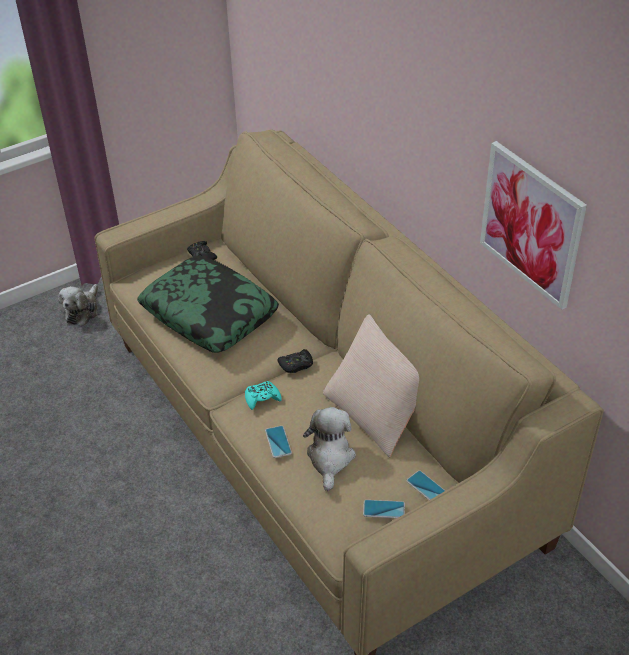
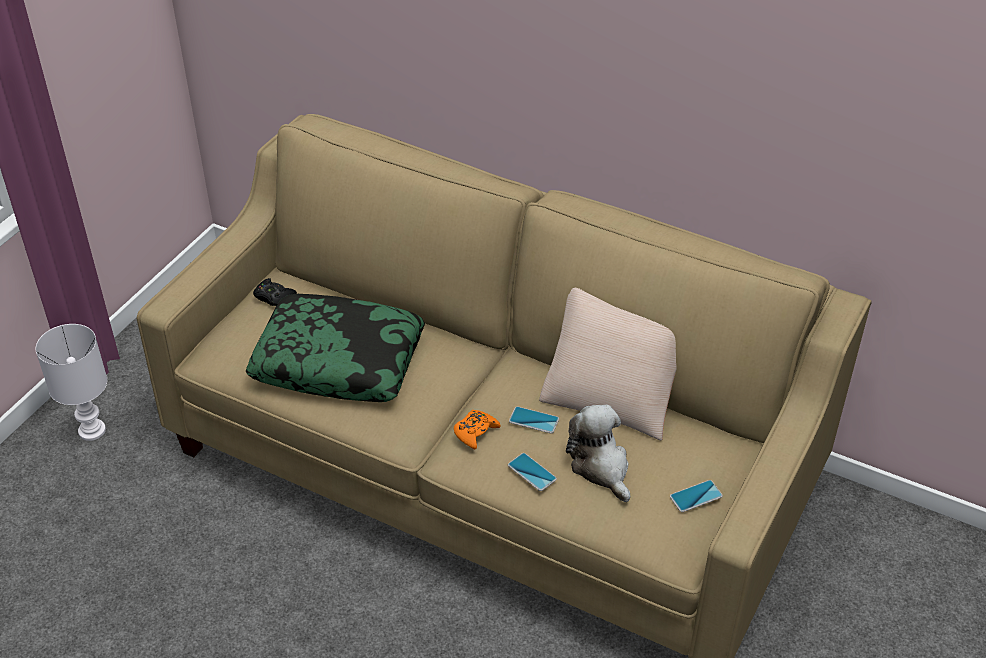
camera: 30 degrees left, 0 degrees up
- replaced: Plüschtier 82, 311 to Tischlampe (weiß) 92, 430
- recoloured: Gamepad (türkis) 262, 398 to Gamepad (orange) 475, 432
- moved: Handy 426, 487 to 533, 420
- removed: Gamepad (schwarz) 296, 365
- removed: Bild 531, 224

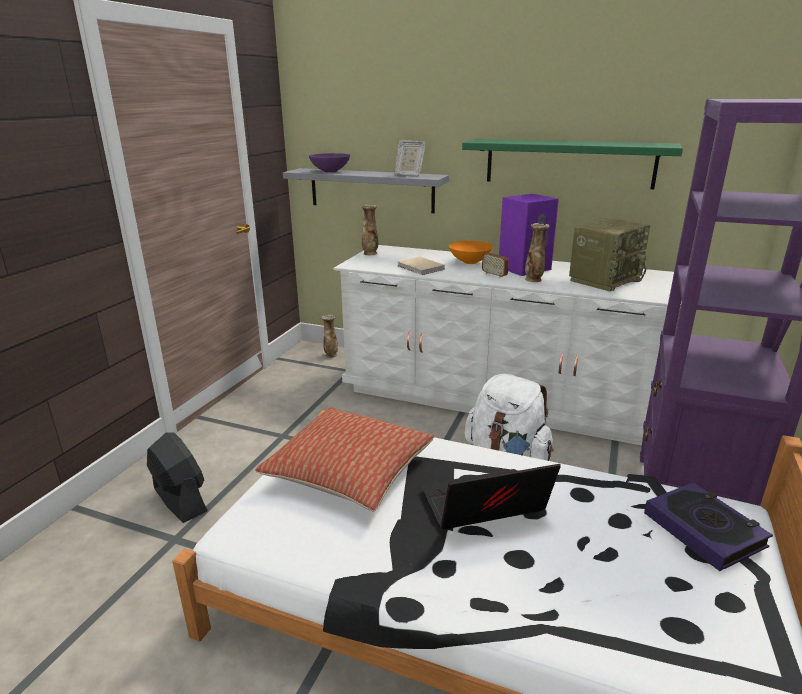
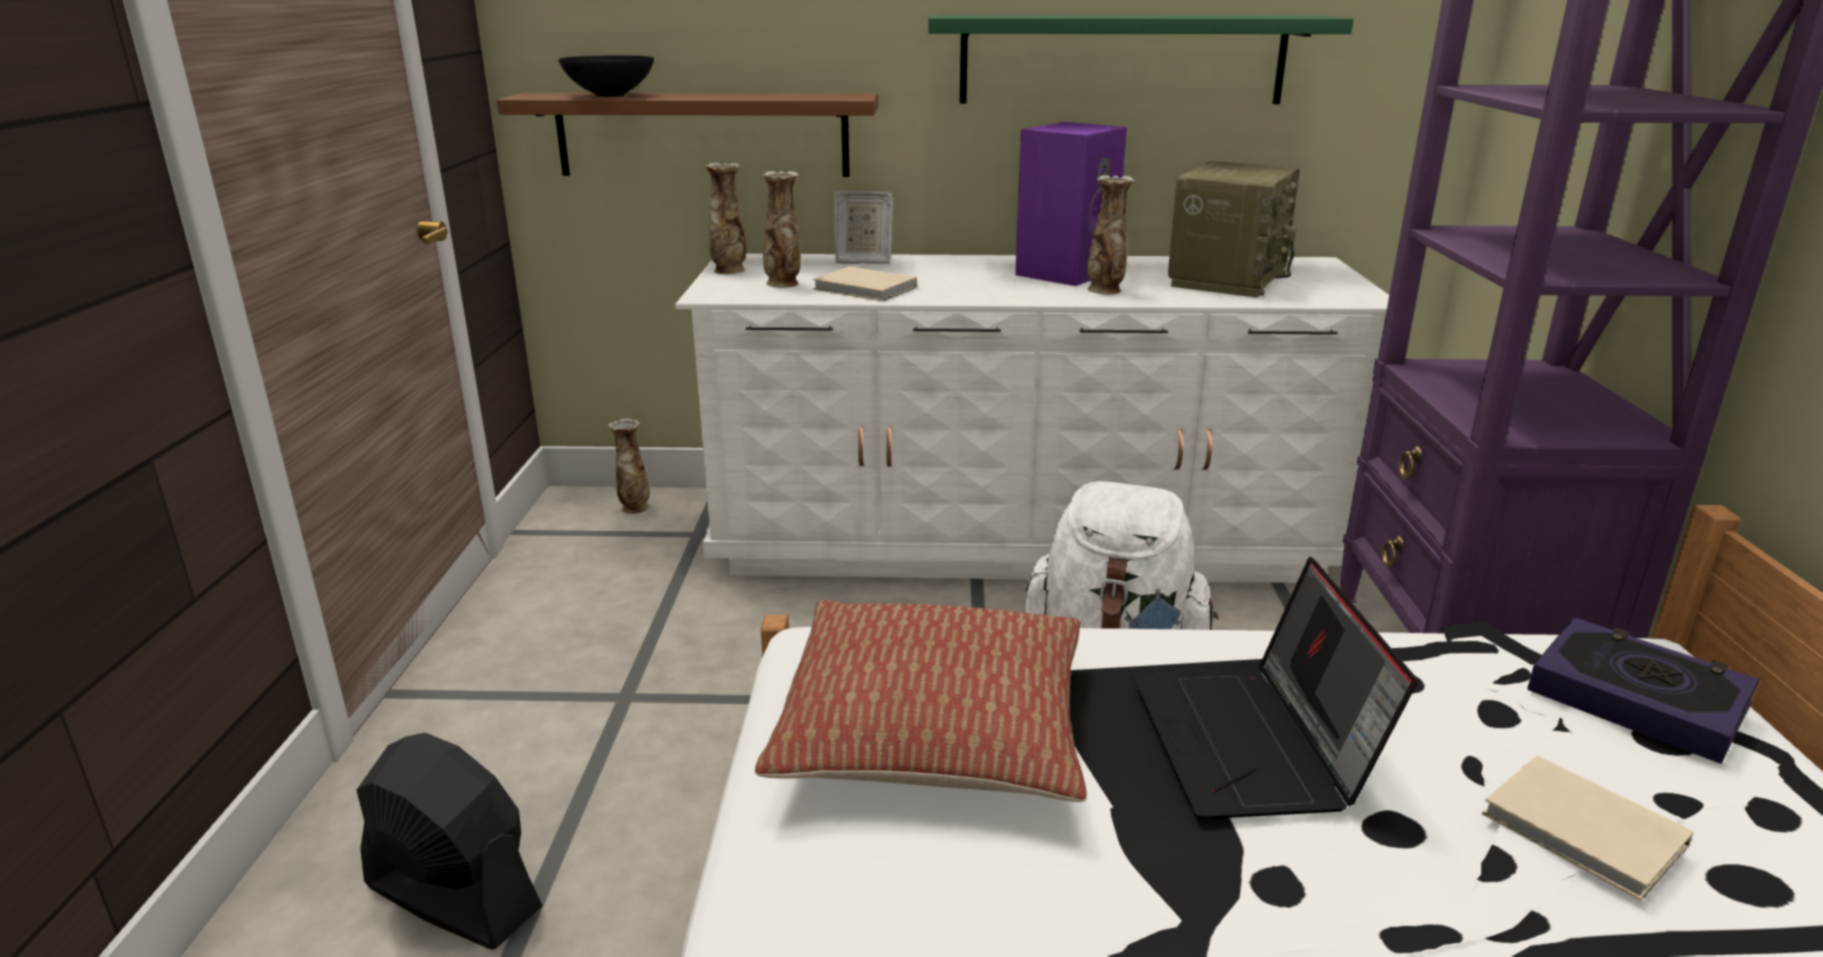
camera: 20 degrees left, 0 degrees up
- recoloured: Wandregal (grau) 371, 190 to Wandregal (braun) 703, 135
- recoloured: Schüssel (lila) 329, 171 to Schüssel (schwarz) 609, 95
- added: Vase 783, 284
- moved: Bilderrahmen 409, 175 to 863, 261
- turned: Laptop 483, 507 = 1253, 744 60 degrees counterclockwise
- added: Buch (beige) 1586, 834
- removed: Schüssel (orange) 469, 262
- removed: Radio 494, 275

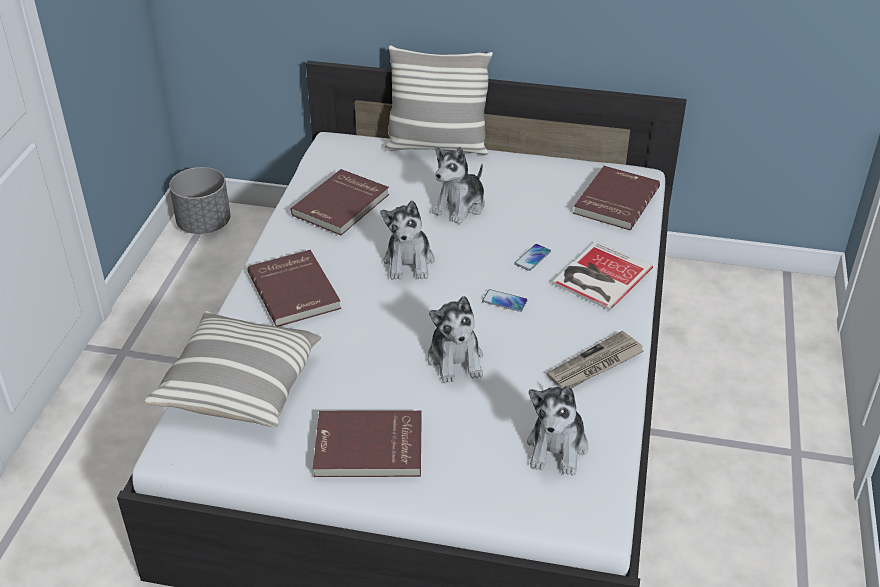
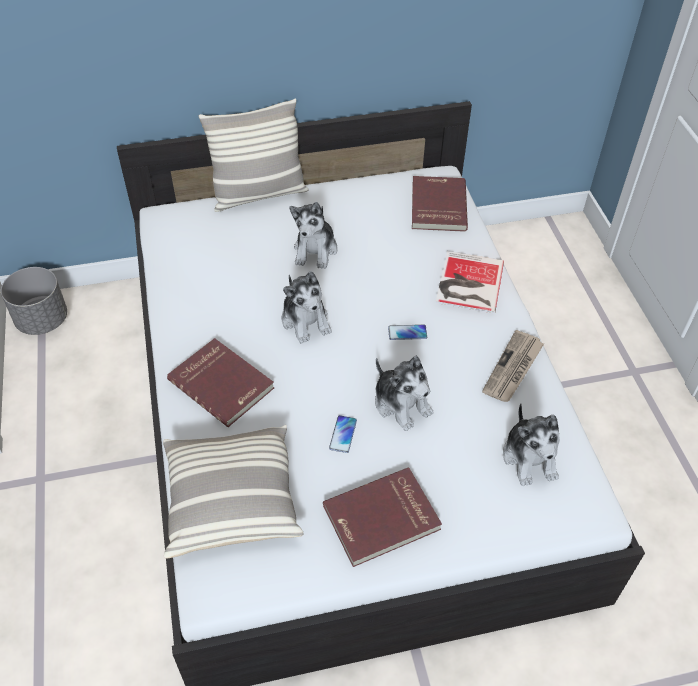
camera: 25 degrees left, 10 degrees up
- moved: Handy 532, 258 to 343, 434
- removed: Buch (rot) 342, 205

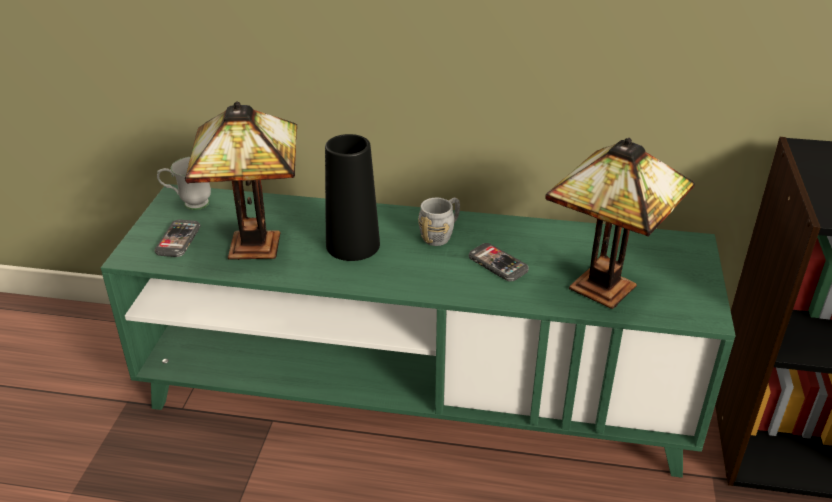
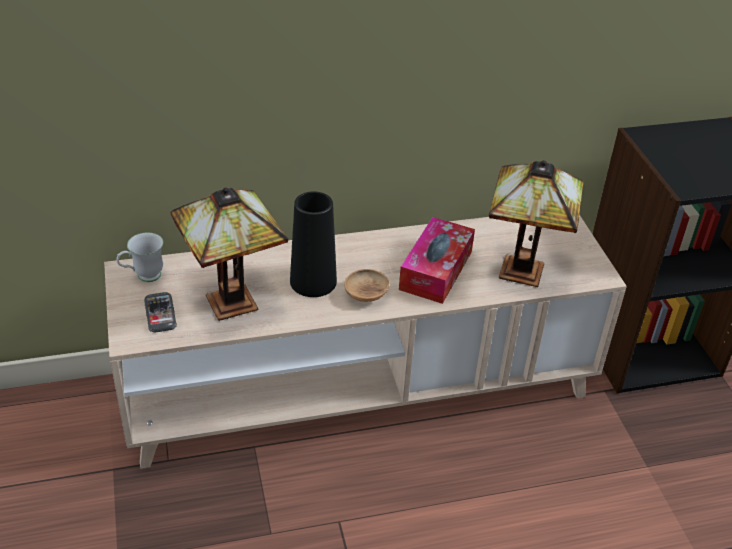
camera: 25 degrees left, 5 degrees up
- recoloured: Fernsehschrank (grün) 416, 394 to Fernsehschrank (beige) 359, 390
- added: Schüssel (braun) 366, 295
- replaced: Handy 498, 264 to Taschentuchbox 436, 270
- removed: Henkelbecher (grau) 441, 234

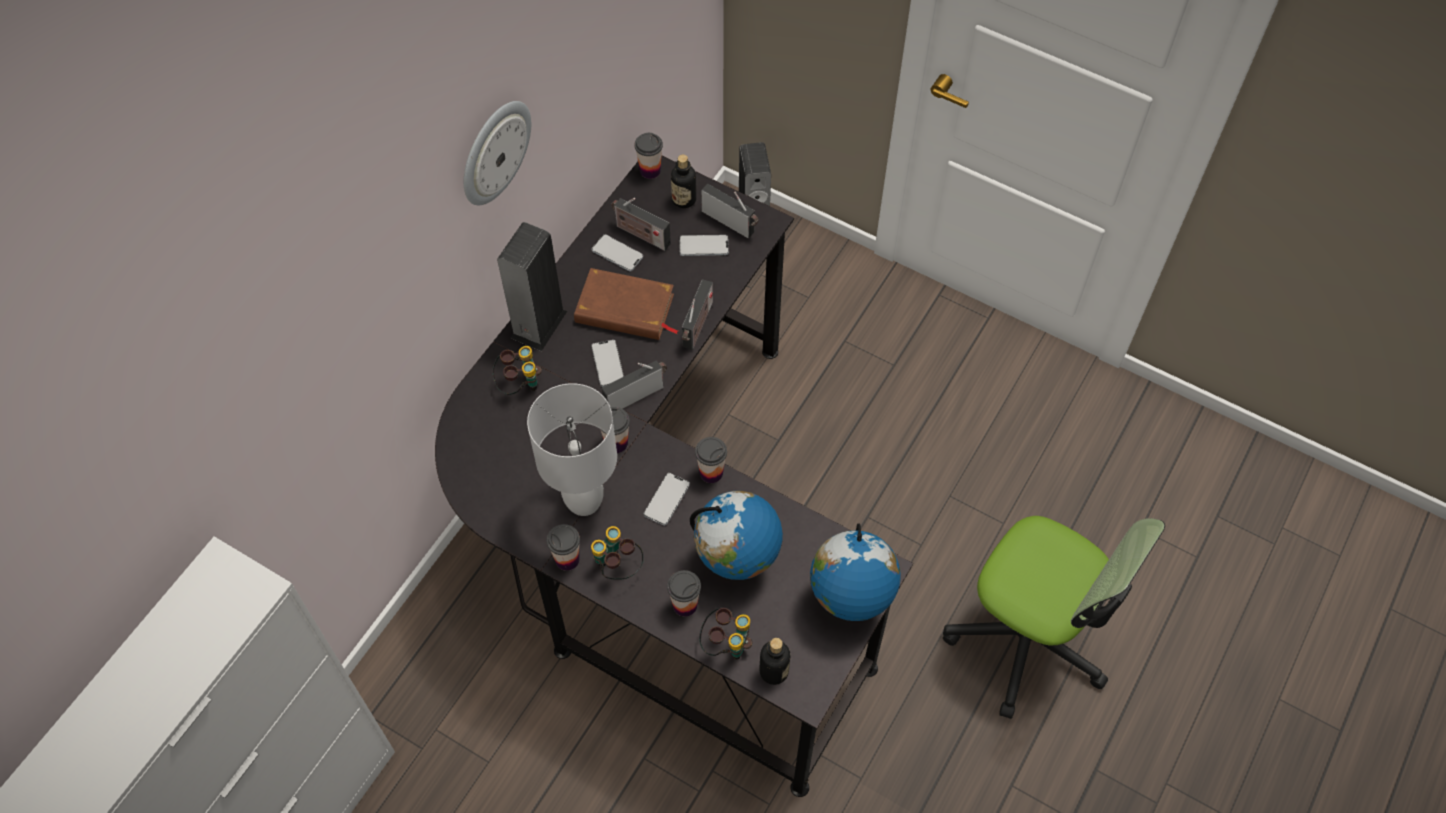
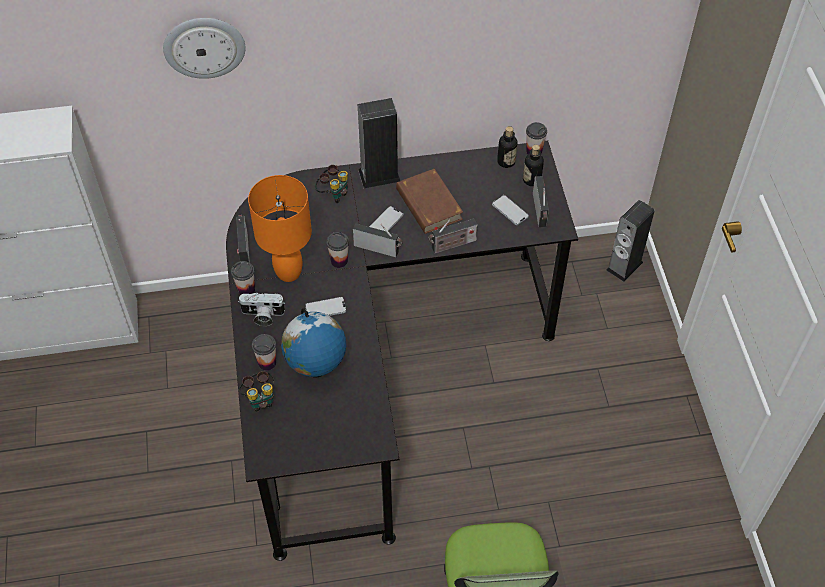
camera: 50 degrees right, 5 degrees down
- moved: Wanduhr 494, 151 to 204, 46
- moved: Radio 640, 234 to 243, 248
- replaced: Fernglas 617, 567 to Kamera 262, 315
- recoloured: Tischlampe (weiß) 585, 501 to Tischlampe (orange) 289, 273
- moved: Flasche 774, 671 to 506, 161
- removed: Handy 617, 253
- removed: Tasse 711, 472
- removed: Globus 849, 601

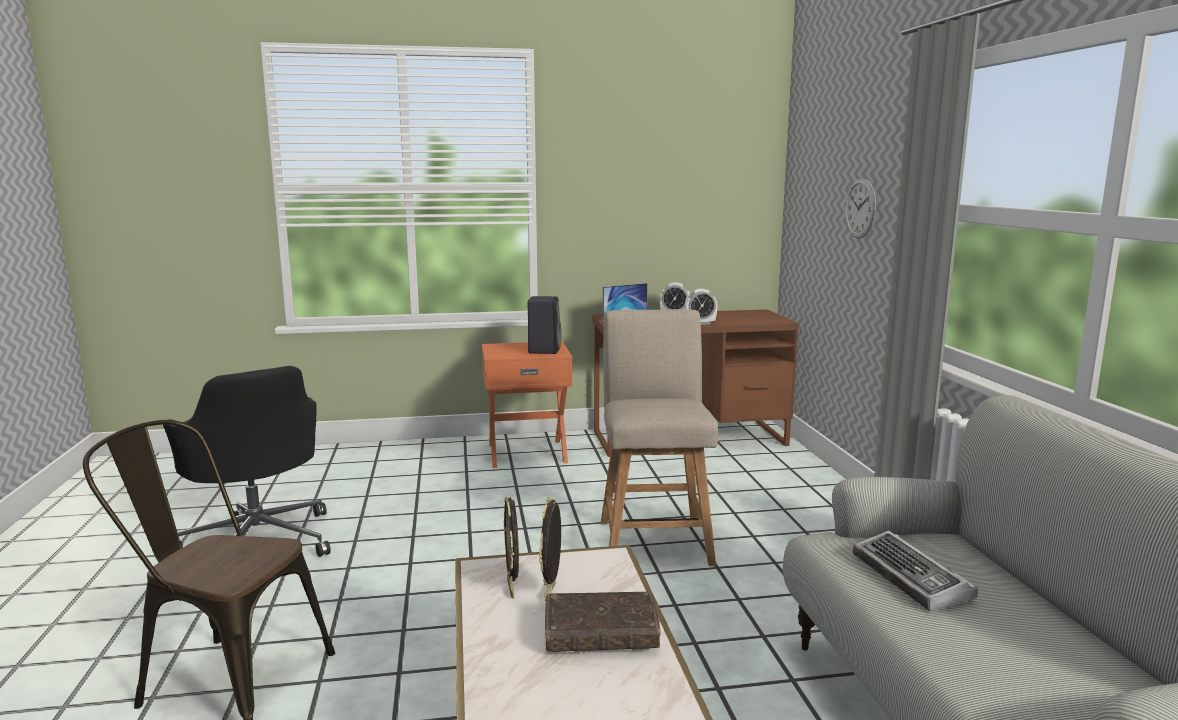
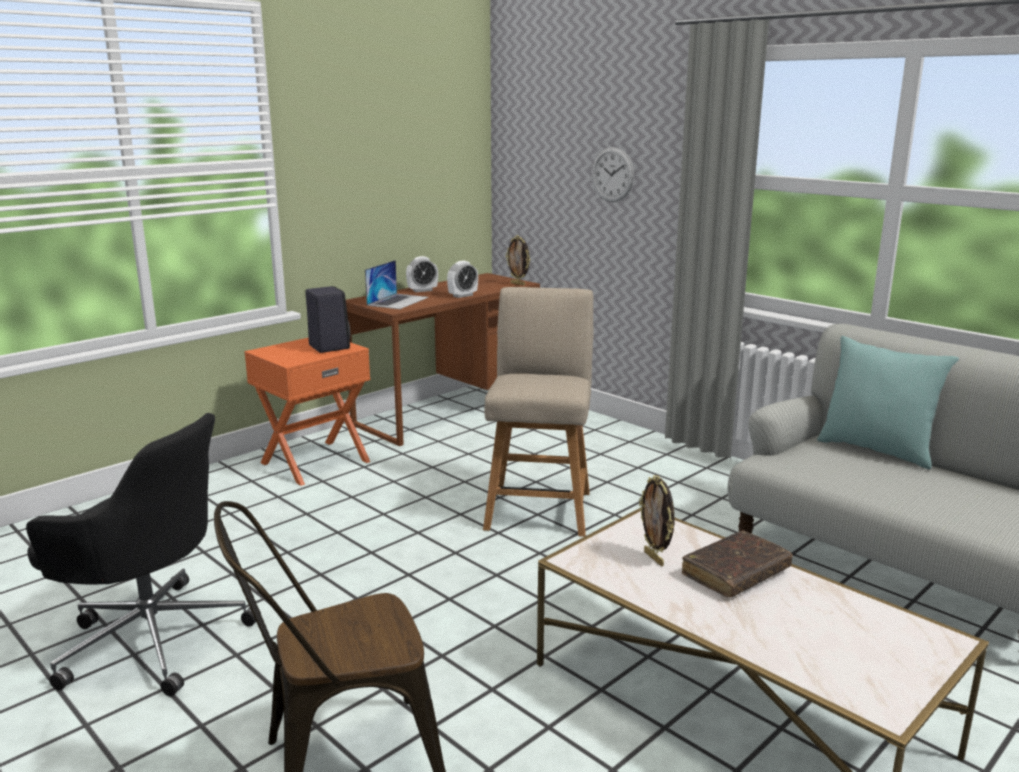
camera: 35 degrees left, 5 degrees up
- turned: Stuhl (beige) 654, 539 = 539, 507 45 degrees clockwise
- moved: Bilderrahmen 512, 589 to 518, 284
- added: Kissen (türkis) 877, 450
- removed: Tastatur 912, 579

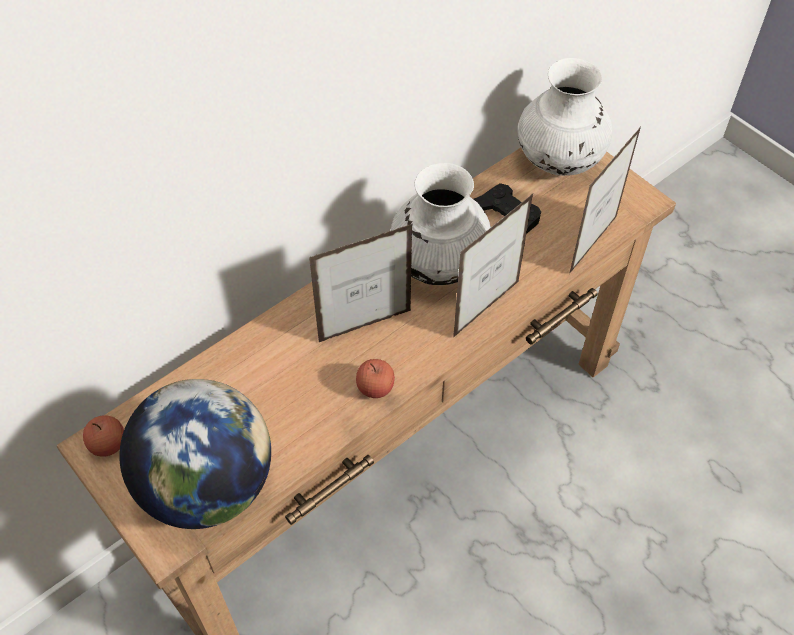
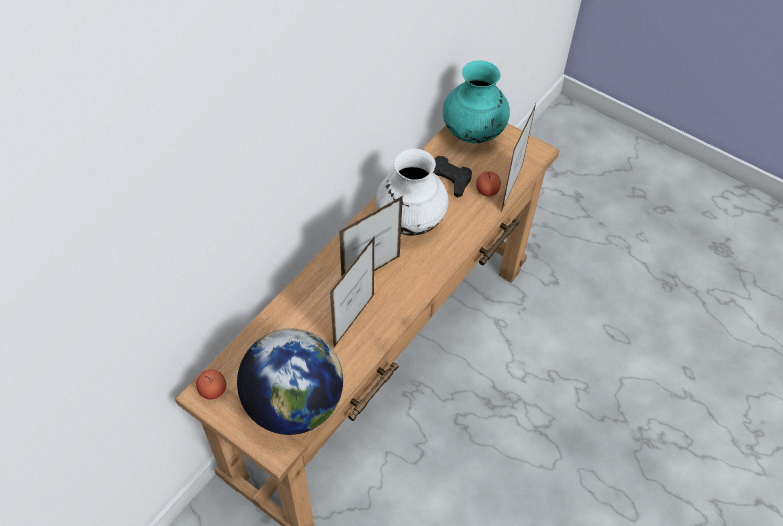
camera: 15 degrees left, 0 degrees up
- moved: Bilderrahmen 486, 309 to 354, 320
- recoloured: Vase (weiß) 559, 162 to Vase (türkis) 473, 133
- moved: Apfel 375, 387 to 487, 191

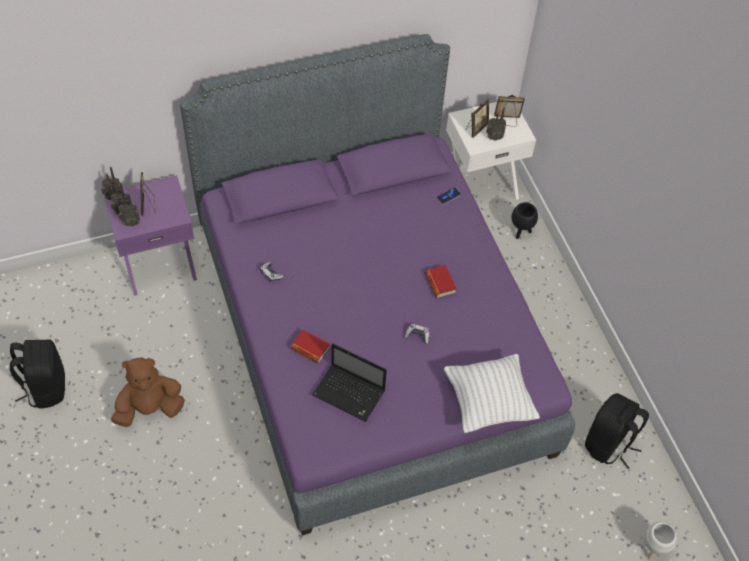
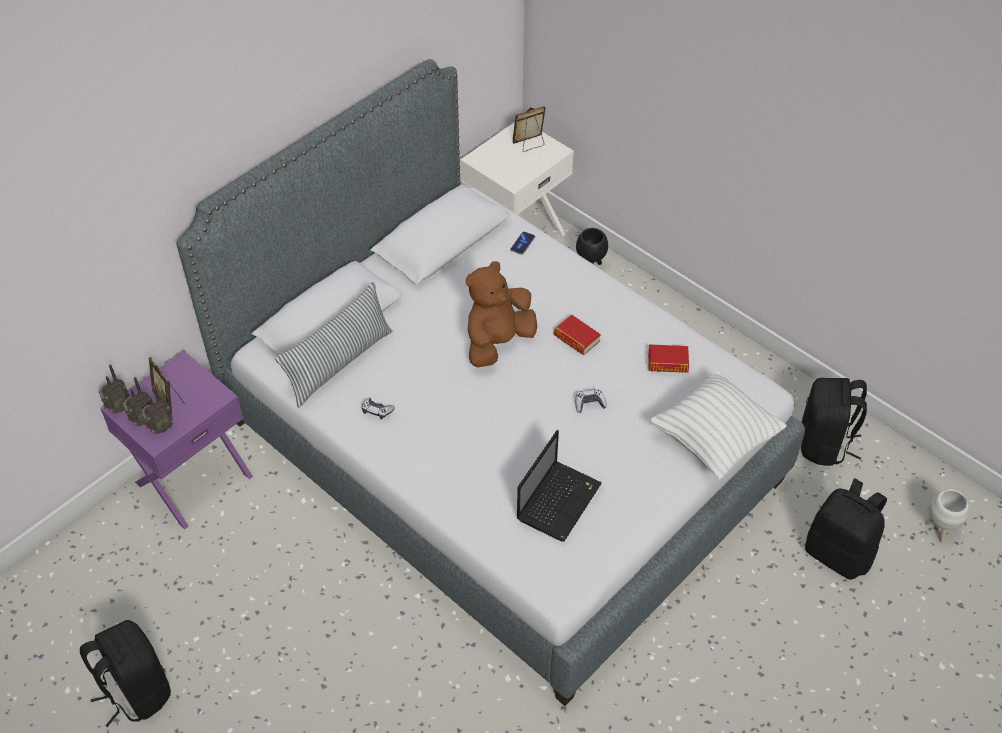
camera: 25 degrees left, 5 degrees down
- recoloured: Bett (lila) 369, 338 to Bett (grau) 499, 450
- added: Kissen 339, 363
- moved: Plüschtier (braun) 150, 409 to 497, 342
- turned: Laptop 350, 394 = 559, 500 60 degrees counterclockwise
- moved: Buch 310, 349 to 667, 362
- added: Rucksack (schwarz) 839, 553
- removed: Bilderrahmen 475, 128
- removed: Radio 493, 137

